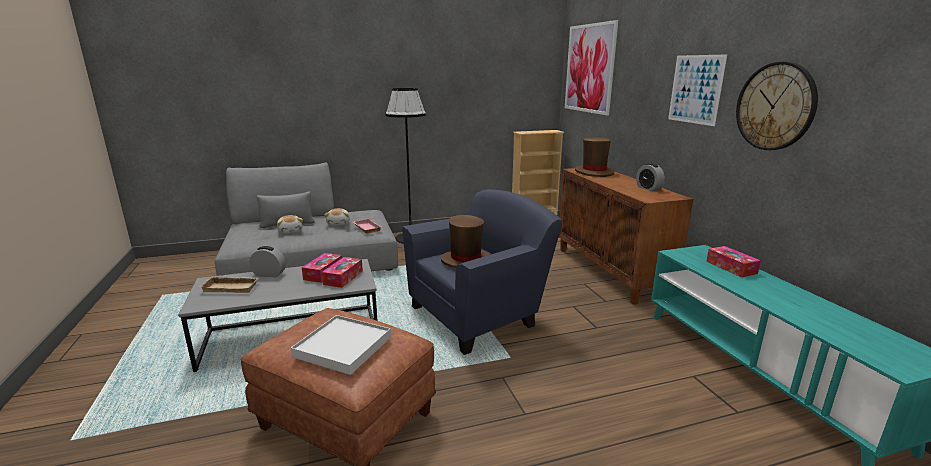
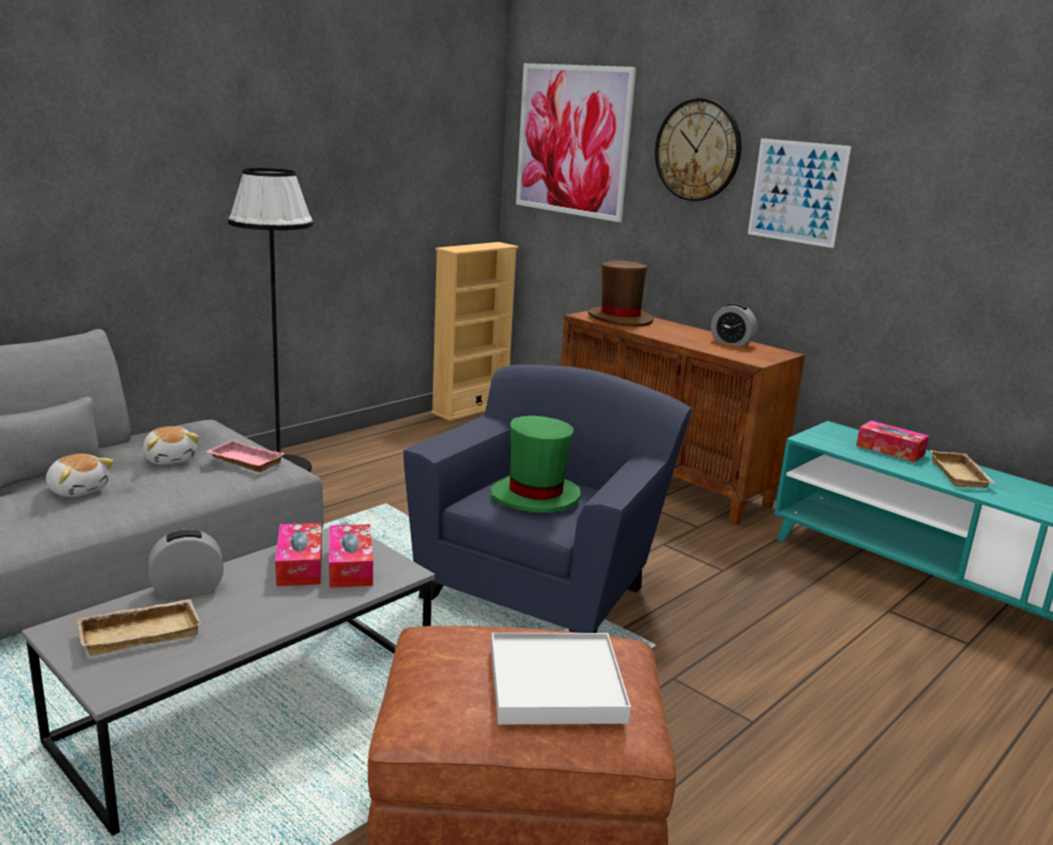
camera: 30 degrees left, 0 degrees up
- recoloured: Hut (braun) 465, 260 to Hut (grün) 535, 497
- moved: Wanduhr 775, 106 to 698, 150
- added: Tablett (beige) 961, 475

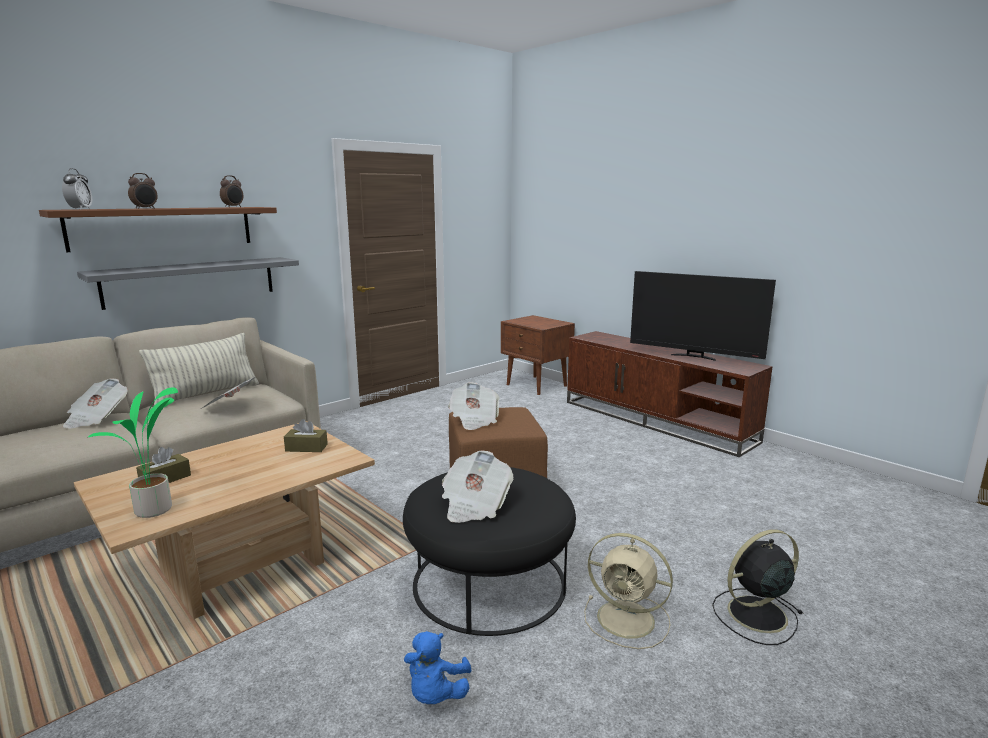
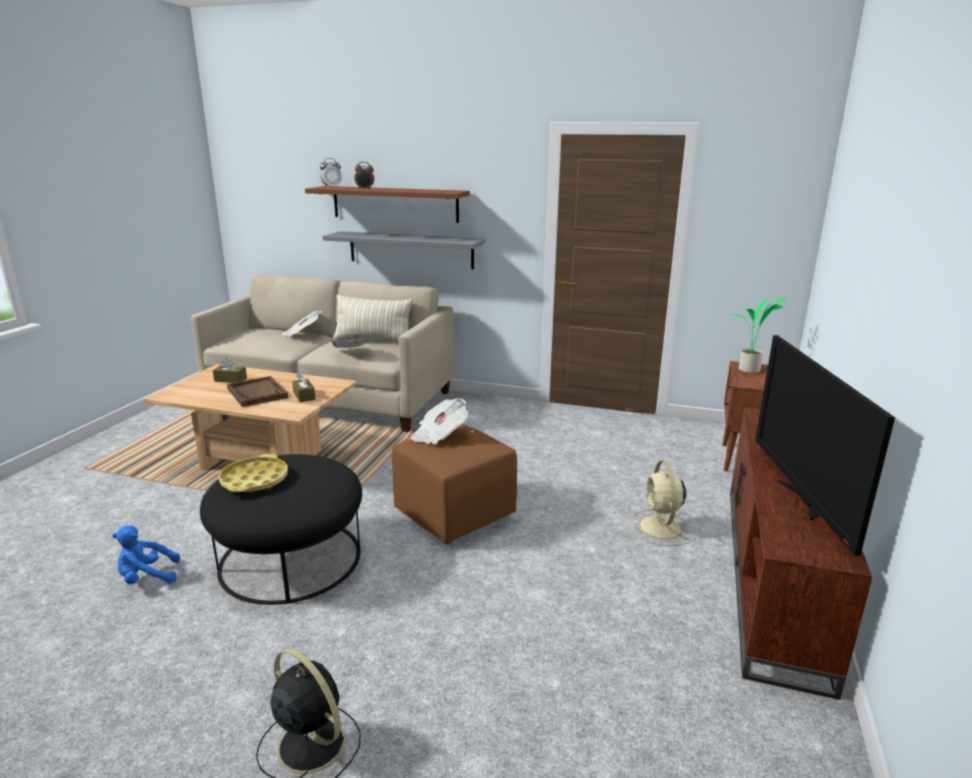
camera: 60 degrees right, 5 degrees up
- replaced: Zeitung 474, 505 to Tablett (gelb) 254, 480
- added: Tablett (braun) 257, 393
- moved: Ventilator (beige) 628, 620 to 660, 528
- moved: Topfpflanze 155, 511 to 749, 370
- removed: Wecker 233, 207

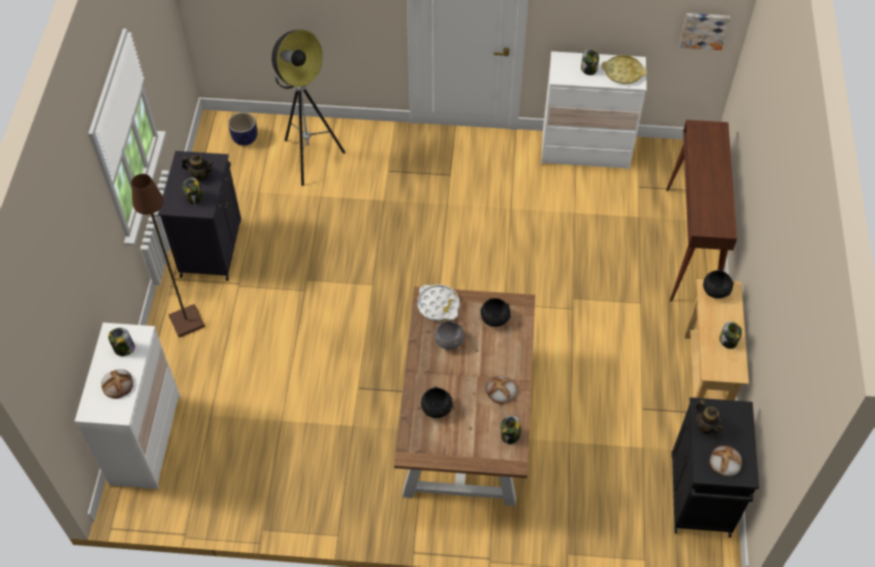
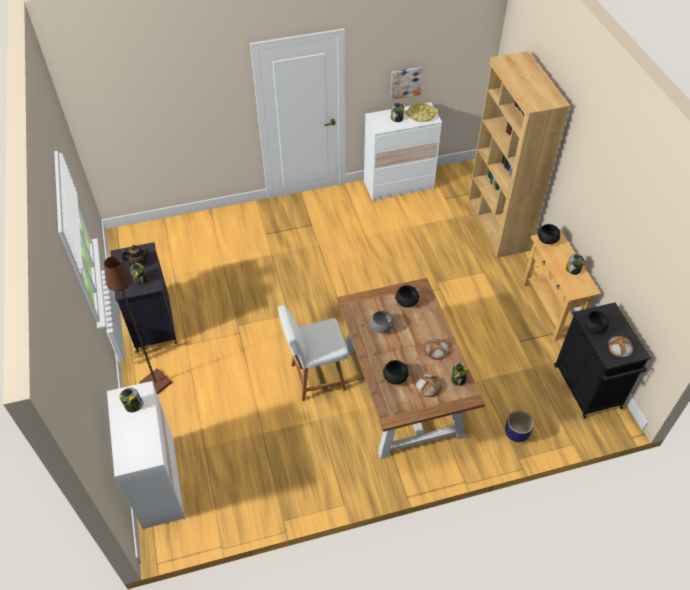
camera: 20 degrees left, 5 degrees down
- added: Stuhl (weiß) 315, 377
- moved: Bild 704, 29 to 405, 82
- moved: Brot 118, 384 to 428, 386
- replaced: Konsolentisch (braun) 690, 245 to Bücherregal (braun) 497, 226
- moved: Pflanzkübel 245, 138 to 517, 433
- replaced: Teekanne 706, 426 to Schüssel (schwarz) 594, 327
- removed: Stehlampe 309, 158
- removed: Tablett (weiß) 438, 305

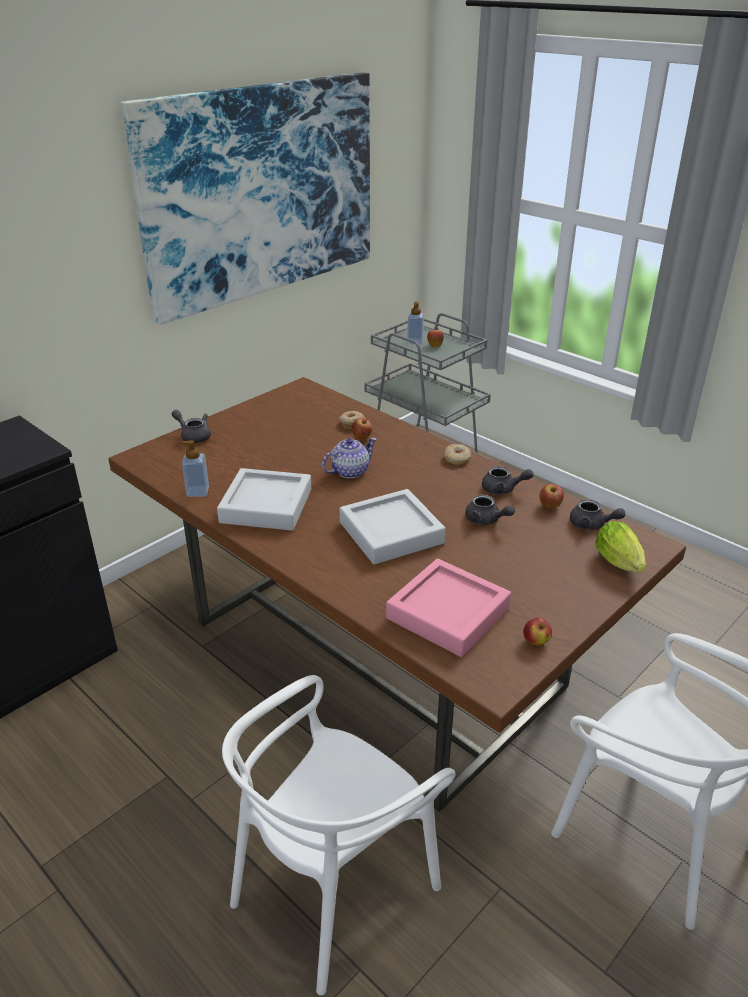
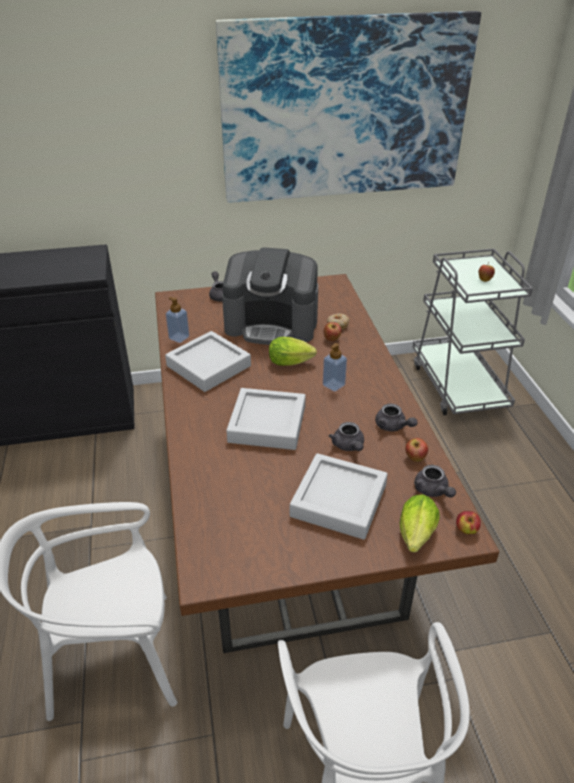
camera: 35 degrees right, 5 degrees up
- added: Kaffeemaschine 272, 324
- replaced: Teekanne 349, 471 to Salatkopf 292, 362
- added: Tablett (grau) 338, 500
- moved: Seifenspender 415, 342 to 333, 385
- moved: Apfel 536, 641 to 466, 530
- removed: Tablett (rosa) 448, 613
- removed: Donut 457, 459

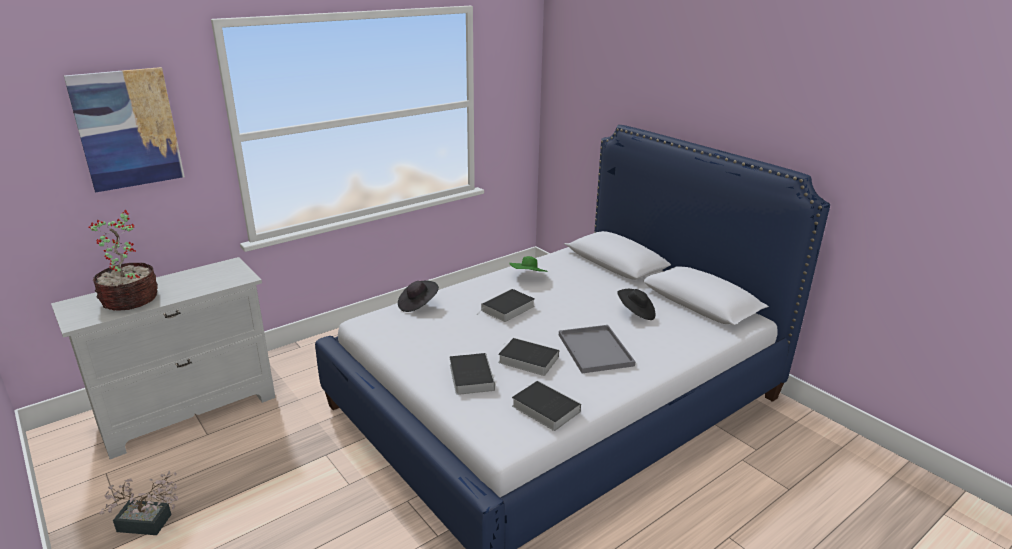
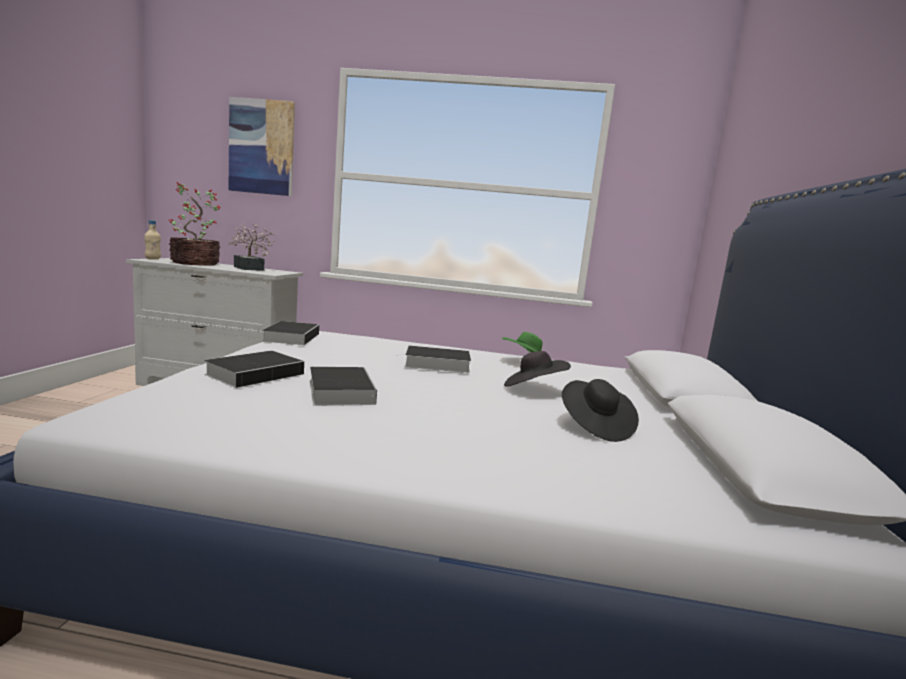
camera: 45 degrees right, 15 degrees down
- added: Flasche (beige) 153, 259
- moved: Topfpflanze 149, 524 to 249, 269
- moved: Buch 543, 408 to 291, 337
- moved: Hut (schwarz) 418, 305 to 533, 389
- removed: Tablett (grau) 596, 350

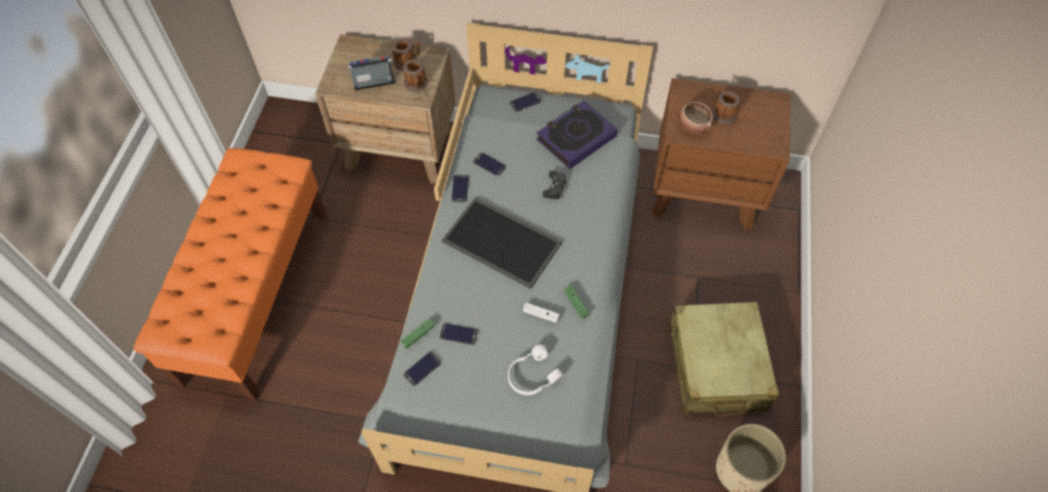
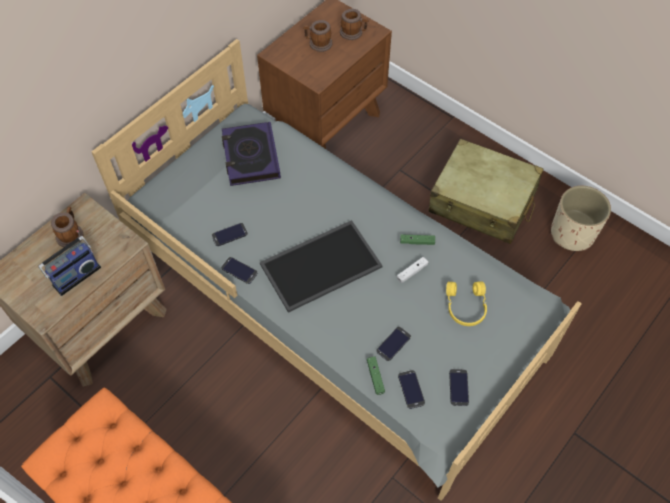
camera: 60 degrees left, 0 degrees up
- turned: Radio 374, 84 = 75, 275 150 degrees counterclockwise
- moved: Henkelbecher 416, 85 to 353, 33
- recoloured: Kopfhörer (weiß) 532, 375 to Kopfhörer (gelb) 465, 307
- moved: Handy 526, 102 to 459, 387
- removed: Gamepad (schwarz) 555, 188
- removed: Schüssel 692, 125

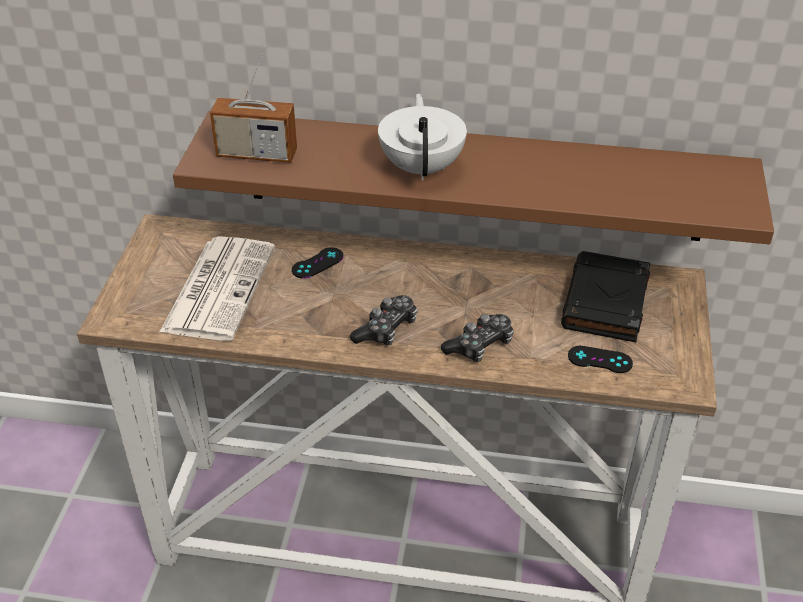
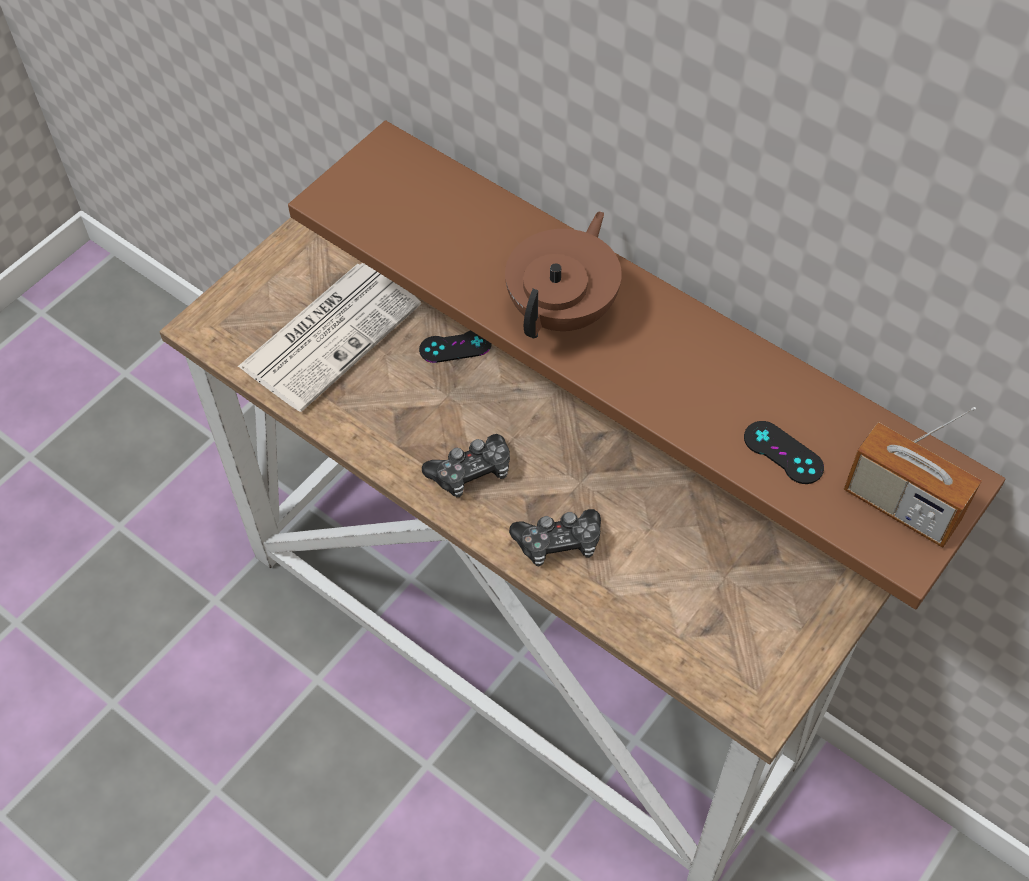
camera: 30 degrees right, 15 degrees up
- recoloured: Teekanne (weiß) 422, 167 to Teekanne (braun) 564, 310
- moved: Gamepad (schwarz) 600, 360 to 783, 453
- moved: Radio 257, 154 to 901, 506
- removed: Buch (schwarz) 606, 303

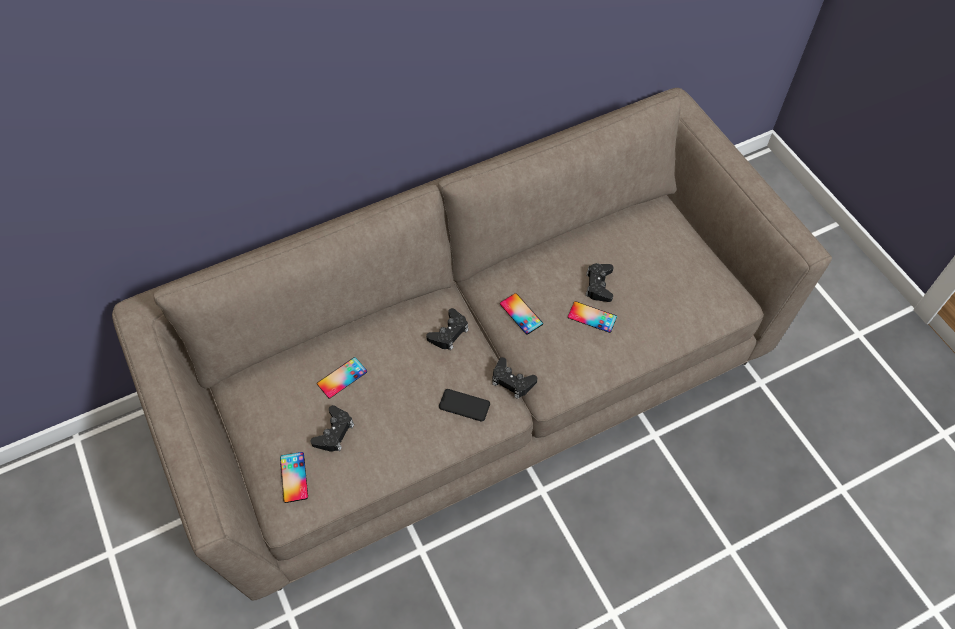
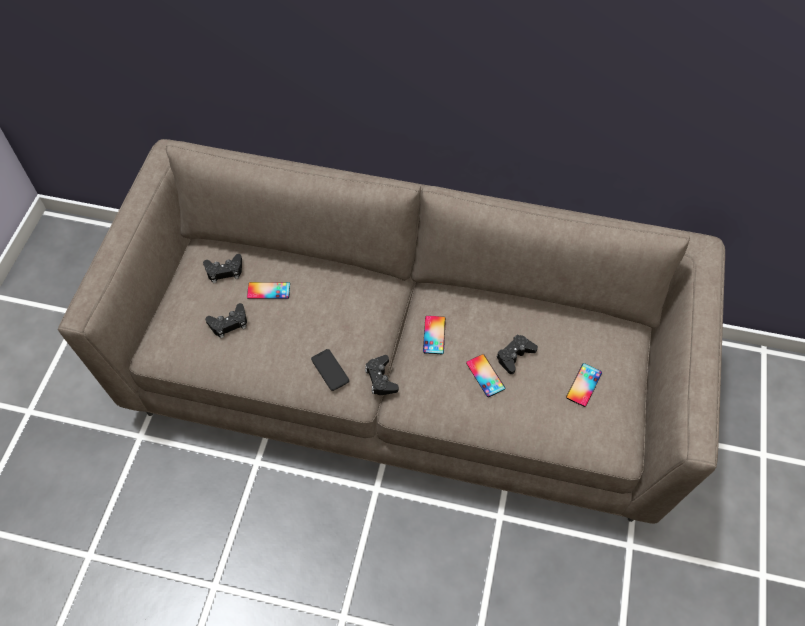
camera: 40 degrees right, 0 degrees up
- moved: Gamepad (schwarz) 449, 333 to 224, 271
- moved: Handy 294, 477 to 584, 385

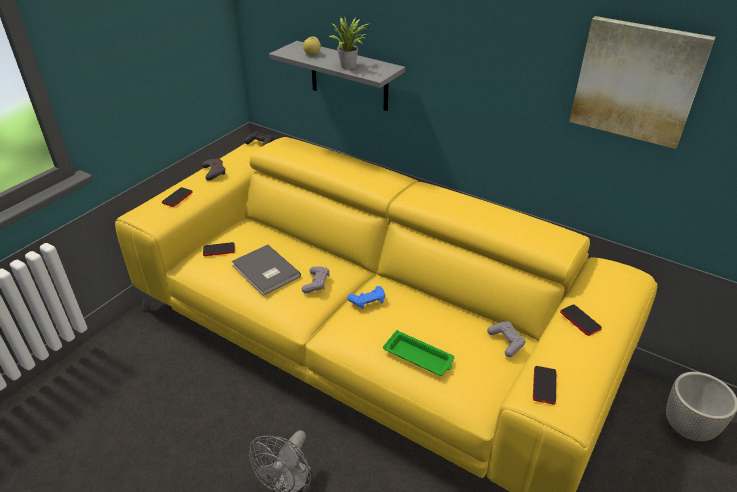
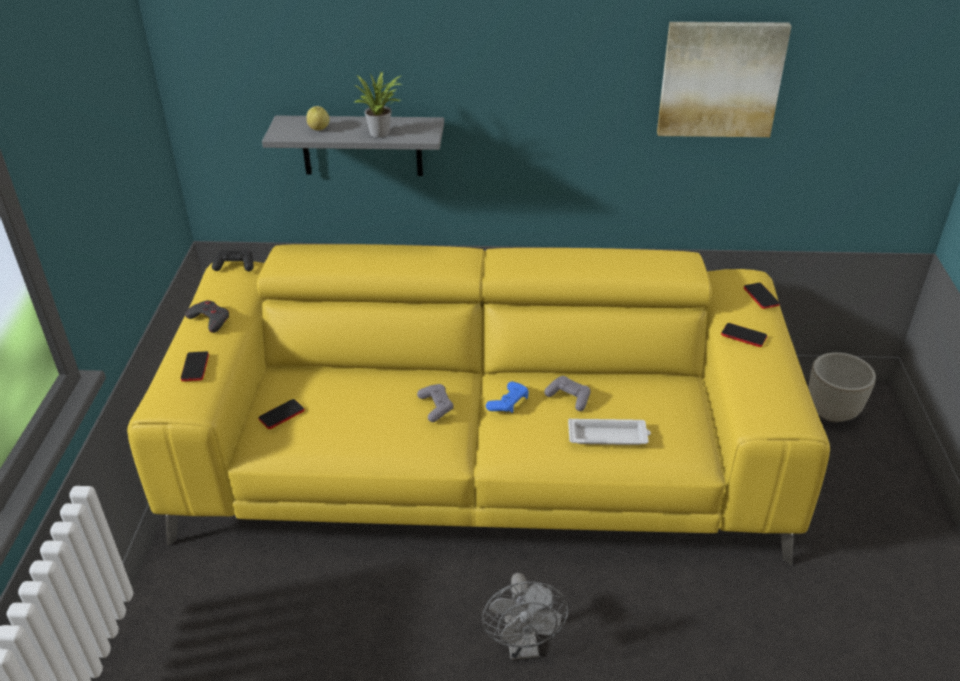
camera: 30 degrees left, 0 degrees up
- moved: Gamepad (grau) 506, 342 to 569, 398
- recoloured: Tablett (grün) 419, 357 to Tablett (weiß) 609, 436
- moved: Handy 544, 385 to 761, 296
- removed: Buch (grau) 265, 272

